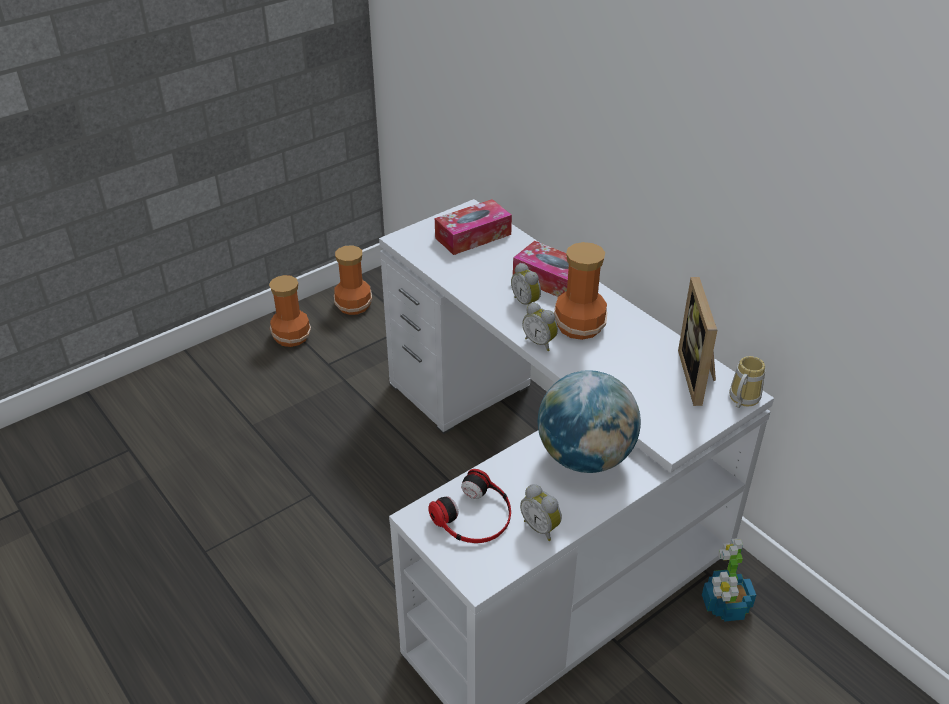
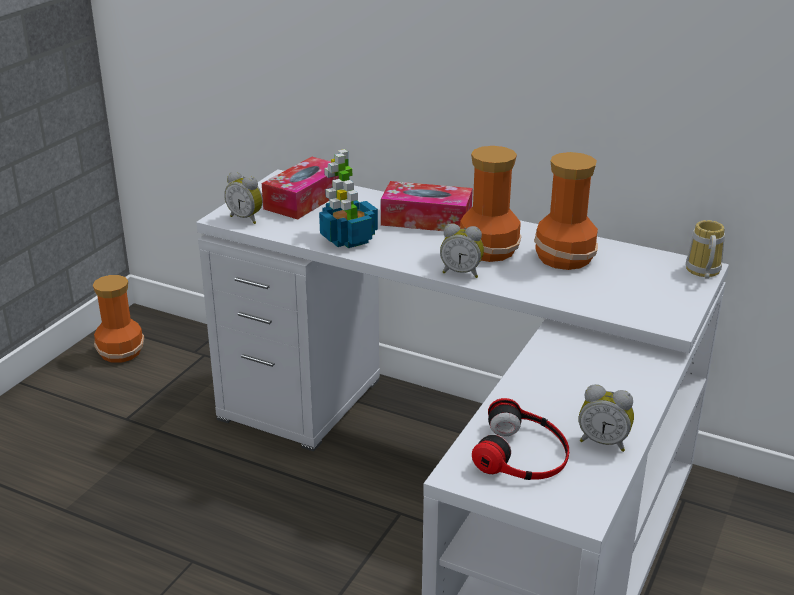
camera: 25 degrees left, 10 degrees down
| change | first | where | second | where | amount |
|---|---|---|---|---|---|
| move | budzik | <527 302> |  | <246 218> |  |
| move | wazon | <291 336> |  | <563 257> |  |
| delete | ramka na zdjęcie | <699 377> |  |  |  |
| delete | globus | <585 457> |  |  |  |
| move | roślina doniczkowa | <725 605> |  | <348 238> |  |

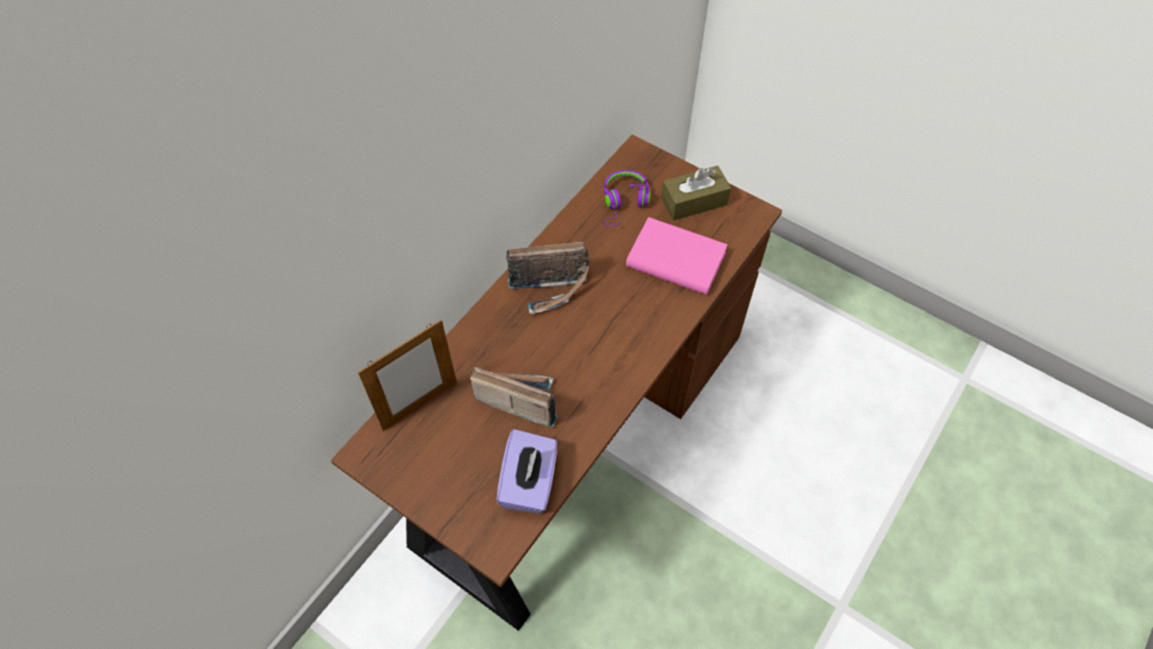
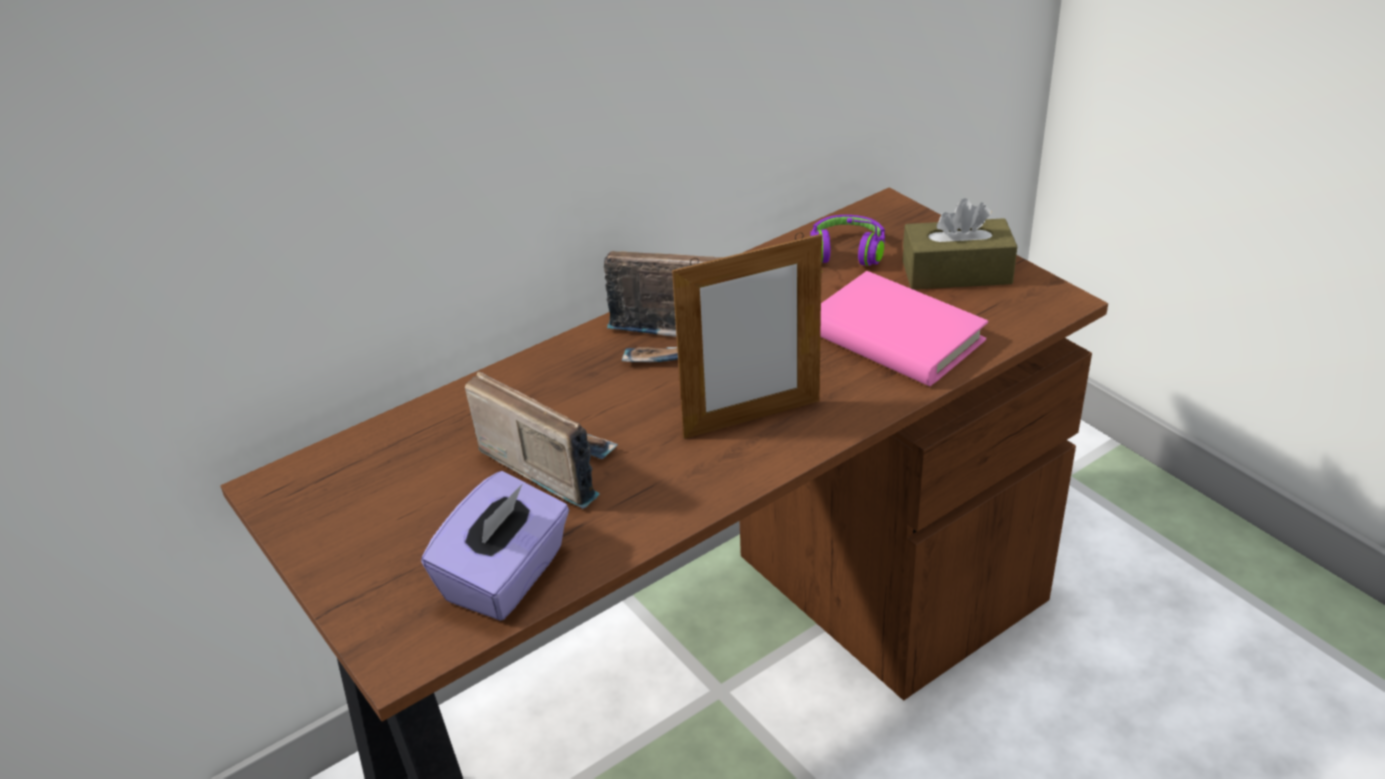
camera: 20 degrees right, 20 degrees down
| change | first | where | second | where | amount |
|---|---|---|---|---|---|
| move | ramka na zdjęcie | <420 405> |  | <752 418> |  |

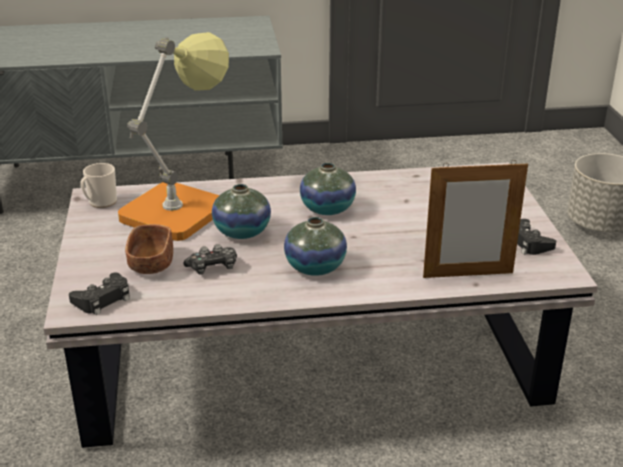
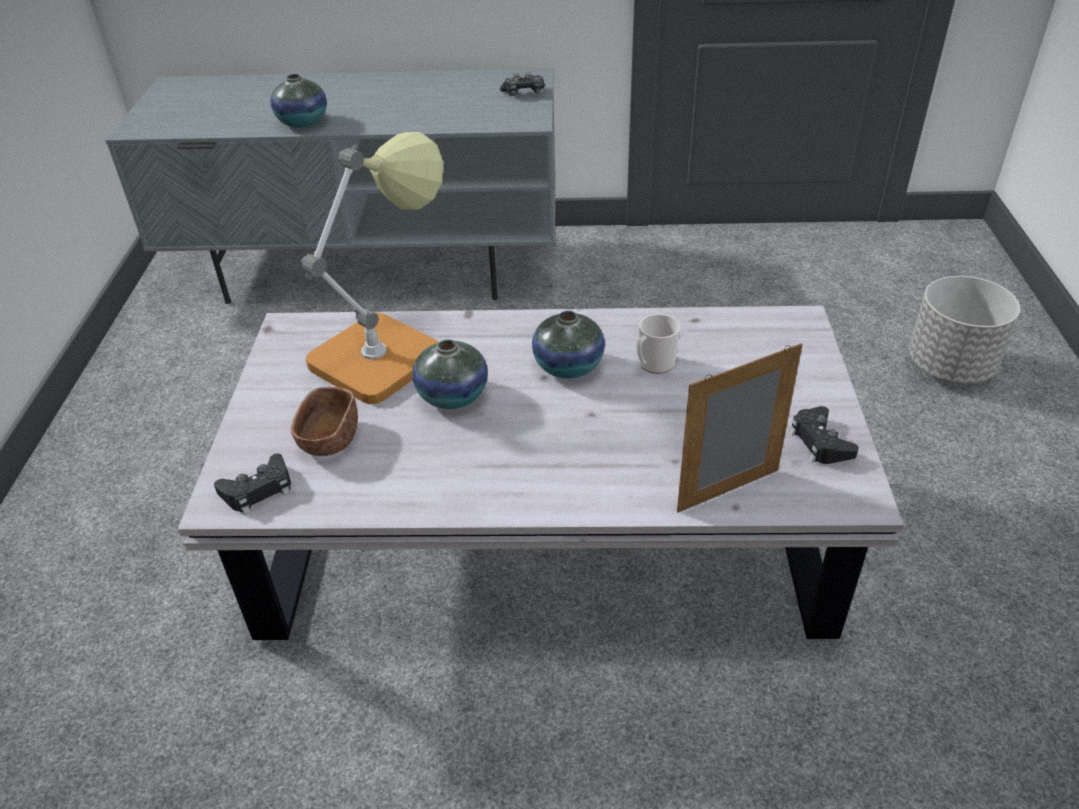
camera: 10 degrees right, 10 degrees up
| change | first | where | second | where | amount |
|---|---|---|---|---|---|
| rotate | ramka na zdjęcie | <468 275> |  | <728 490> | 150 degrees clockwise |
| move | kubek | <100 202> |  | <653 365> |  |
| move | wazon | <315 267> |  | <303 122> |  |
| move | pad do gier | <213 267> |  | <523 93> |  |

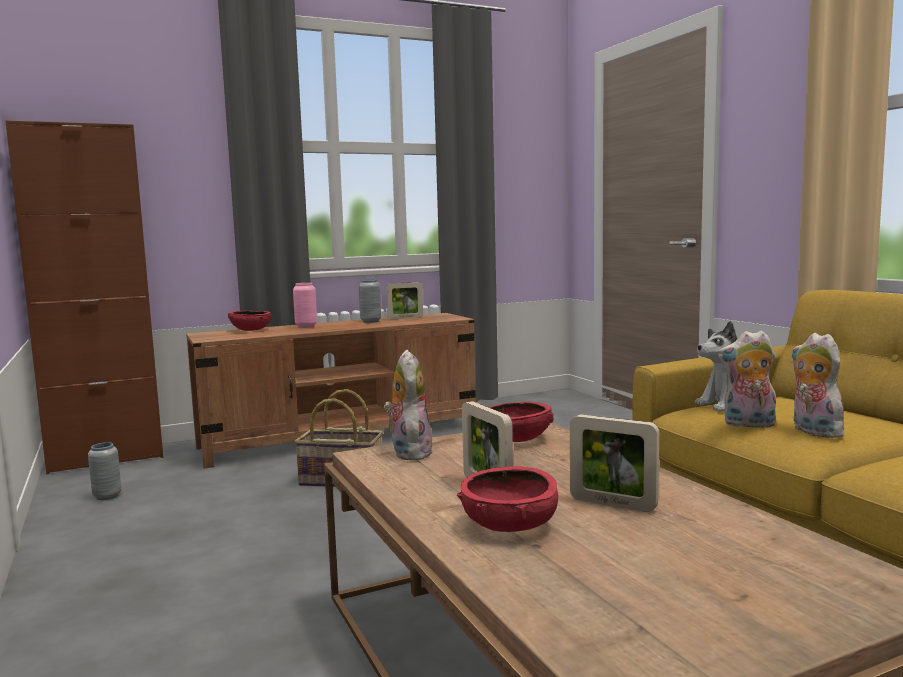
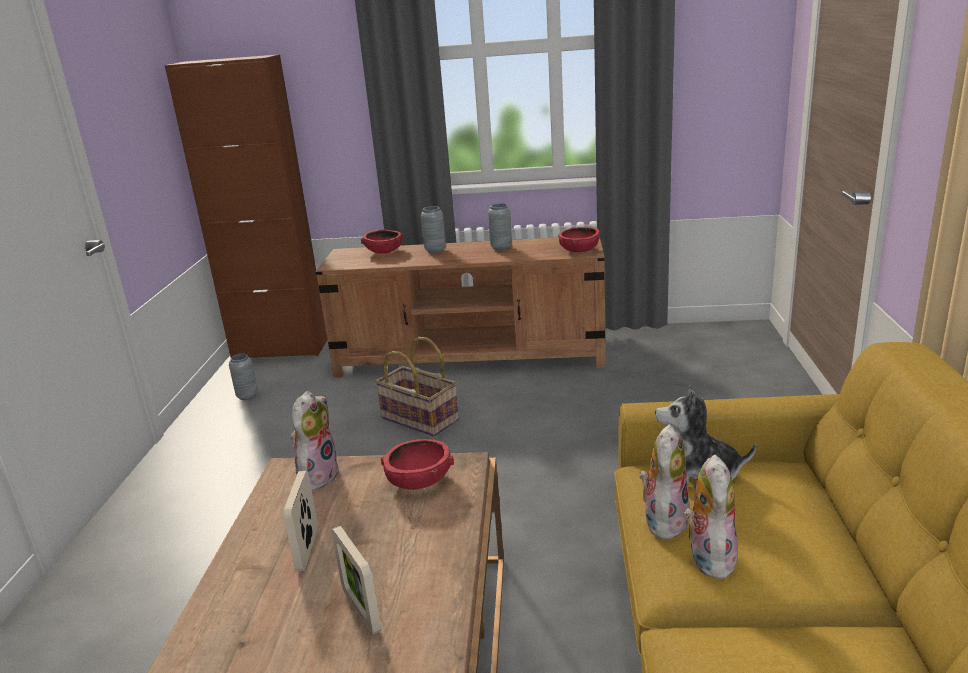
camera: 30 degrees right, 15 degrees up
| change | first | where | second | where | amount |
|---|---|---|---|---|---|
| delete | ramka na zdjęcie | <405 318> |  |  |  |
| recolor | wazon [różowy] | <306 326> | wazon [szary] | <435 250> |  |
| rotate | pluszak | <748 425> |  | <663 520> | 75 degrees clockwise |
| move | miska [czerwony] | <509 525> |  | <579 250> |  |

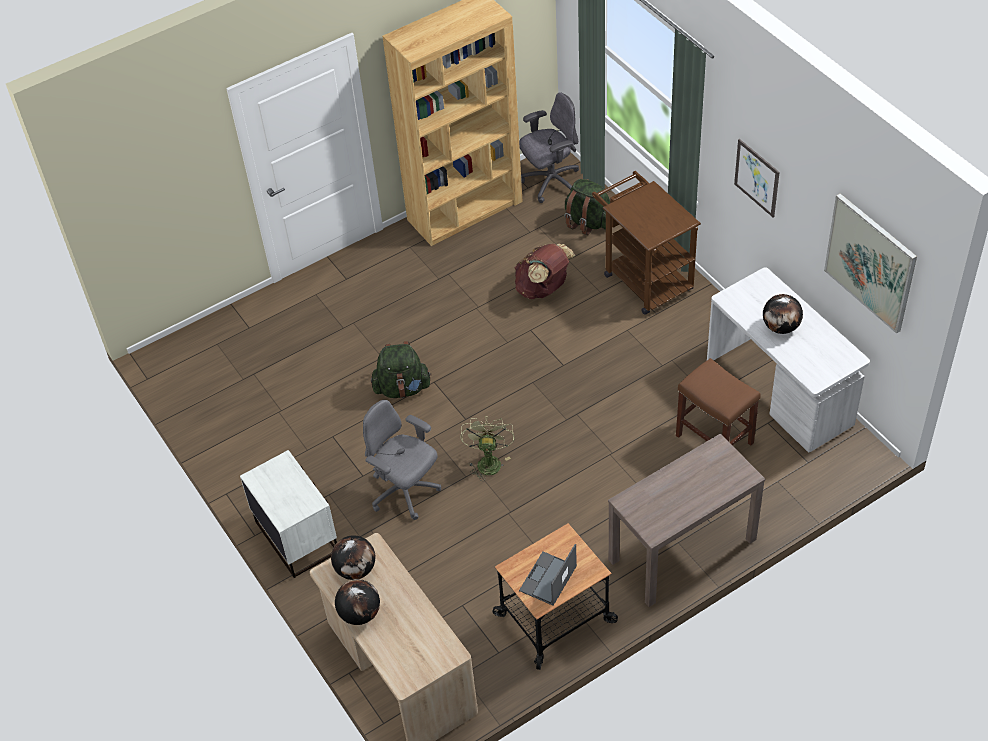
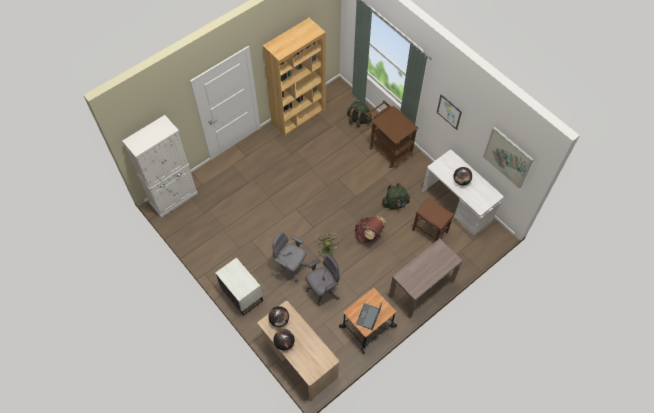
camera: 10 degrees left, 10 degrees up
| change | first | where | second | where | amount |
|---|---|---|---|---|---|
| move | krzesło biurowe [szary] | <550 182> |  | <323 290> |  |
| move | plecak [brązowy] | <543 289> |  | <369 235> |  |
| move | plecak [zielony] | <402 388> |  | <395 203> |  |
| insert |  |  | szafka [biały] | <174 198> |  |

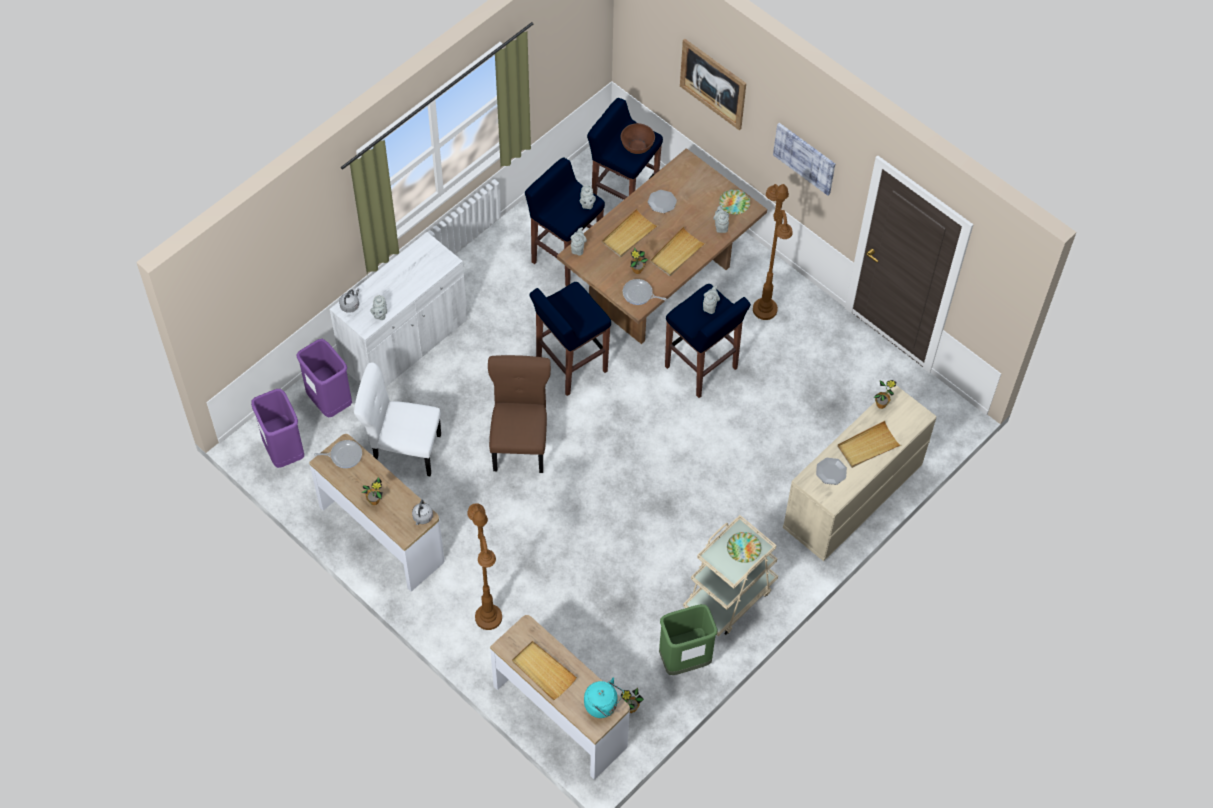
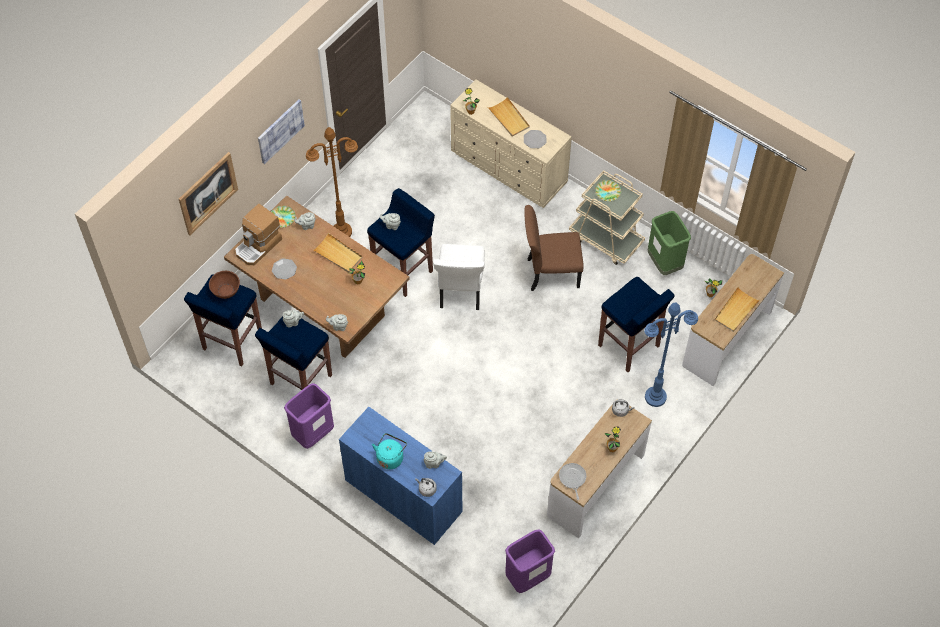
camera: 95 degrees left, 0 degrees up
| change | first | where | second | where | amount |
|---|---|---|---|---|---|
| delete | taca [beżowy] | <629 235> |  |  |  |
| recolor | szafka [biały] | <404 344> | szafka [niebieski] | <403 496> |  |
| delete | patelnia | <639 294> |  |  |  |
| move | stołek [niebieski] | <570 366> |  | <629 346> |  |
| move | kosz na śmieci [fioletowy] | <330 402> |  | <313 434> |  |
| move | krzesło [brązowy] | <520 443> |  | <550 273> |  |
| move | krzesło [biały] | <403 449> |  | <460 290> |  |
| recolor | lampa stojąca [brązowy] | <488 618> | lampa stojąca [niebieski] | <655 397> |  |
| move | czajnik [turkusowy] | <603 705> |  | <390 457> |  |
| insert |  |  | ekspres do kawy | <258 246> |  |

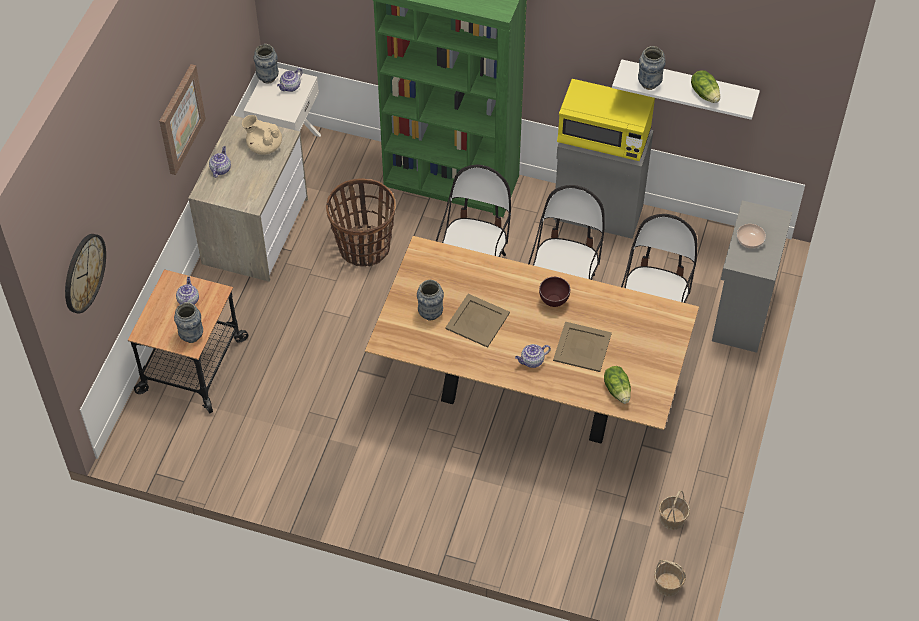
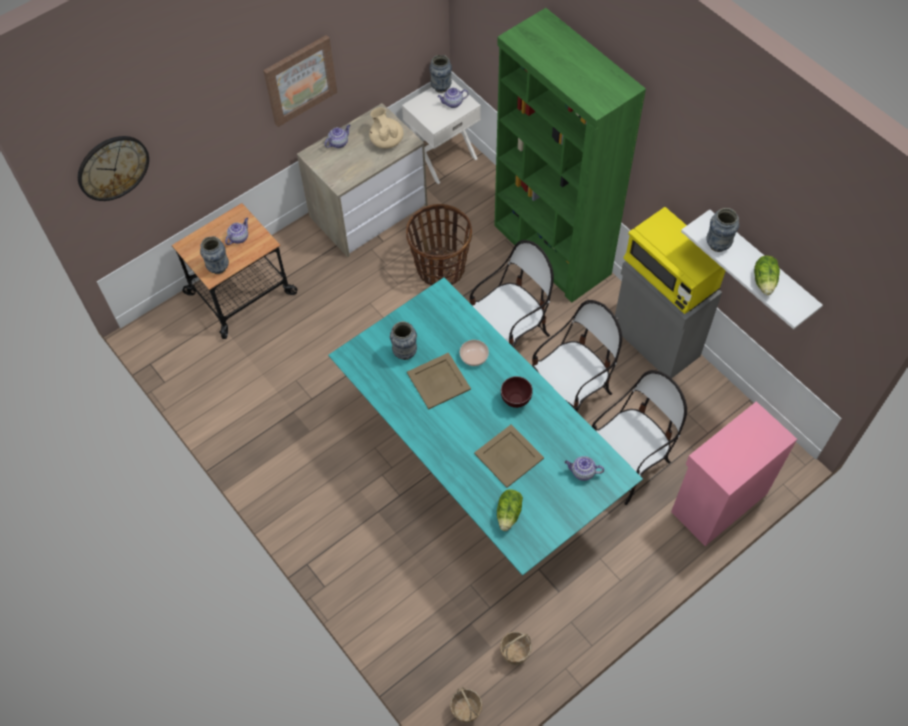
camera: 35 degrees right, 5 degrees up
| change | first | where | second | where | amount |
|---|---|---|---|---|---|
| recolor | szafka [szary] | <741 313> | szafka [różowy] | <717 502> |  |
| move | miska | <750 240> |  | <474 357> |  |
| recolor | stół jadalny [brązowy] | <529 392> | stół jadalny [turkusowy] | <479 465> |  |
| move | imbryk | <532 361> |  | <582 472> |  |

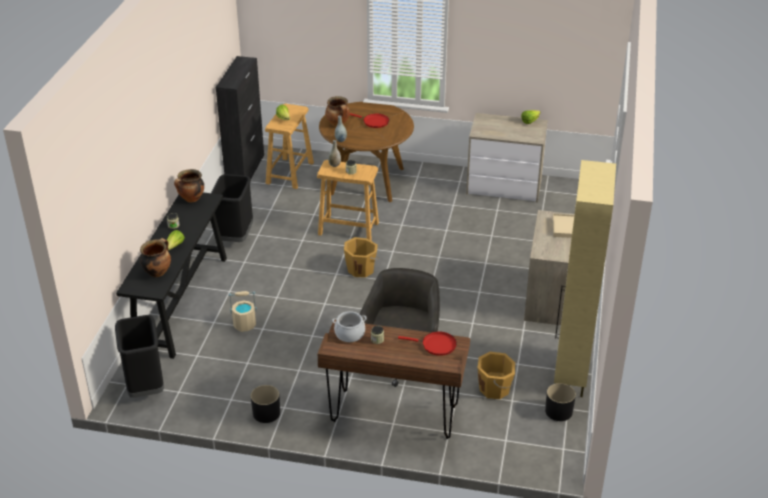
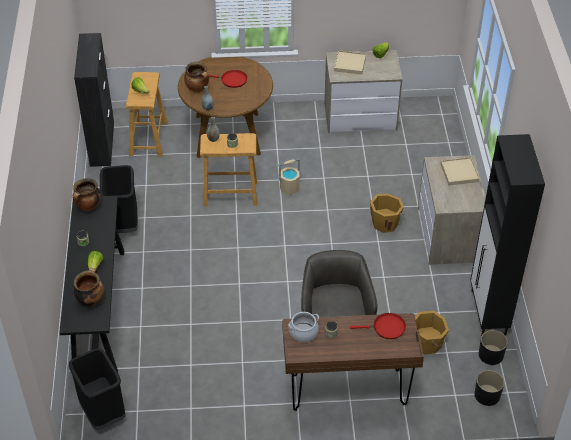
camera: 15 degrees left, 10 degrees up
| change | first | where | second | where | amount |
|---|---|---|---|---|---|
| recolor | szafka [beżowy] | <570 374> | szafka [czarny] | <488 313> |  |
| move | wiadro [pomarańczowy] | <361 269> |  | <385 223> |  |
| move | wiadro [beżowy] | <245 324> |  | <289 188> |  |
| move | donica [czarny] | <266 413> |  | <487 395> |  |
| insert |  |  | taca [beżowy] | <350 64> |  |

